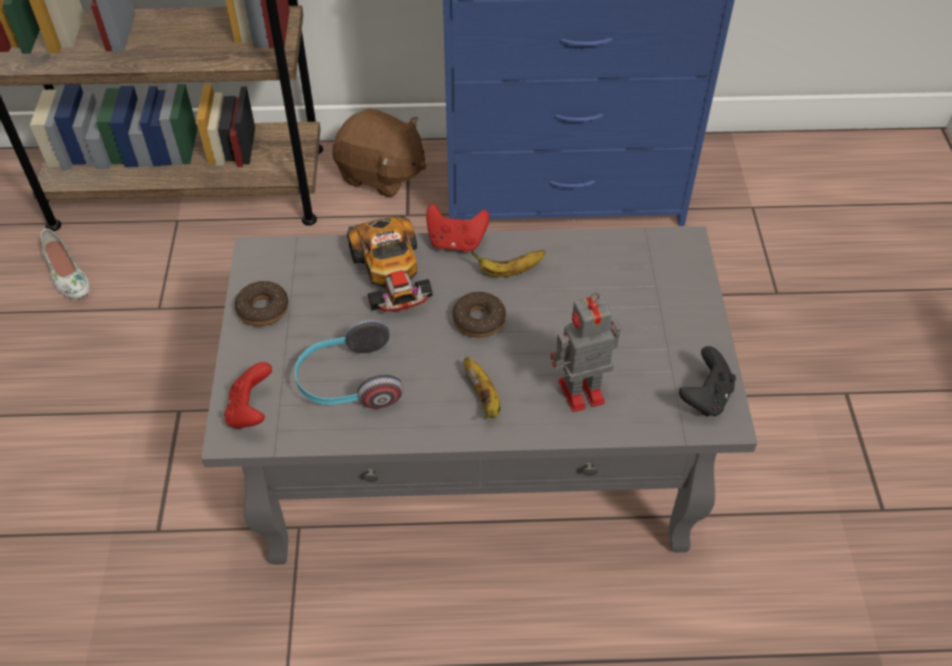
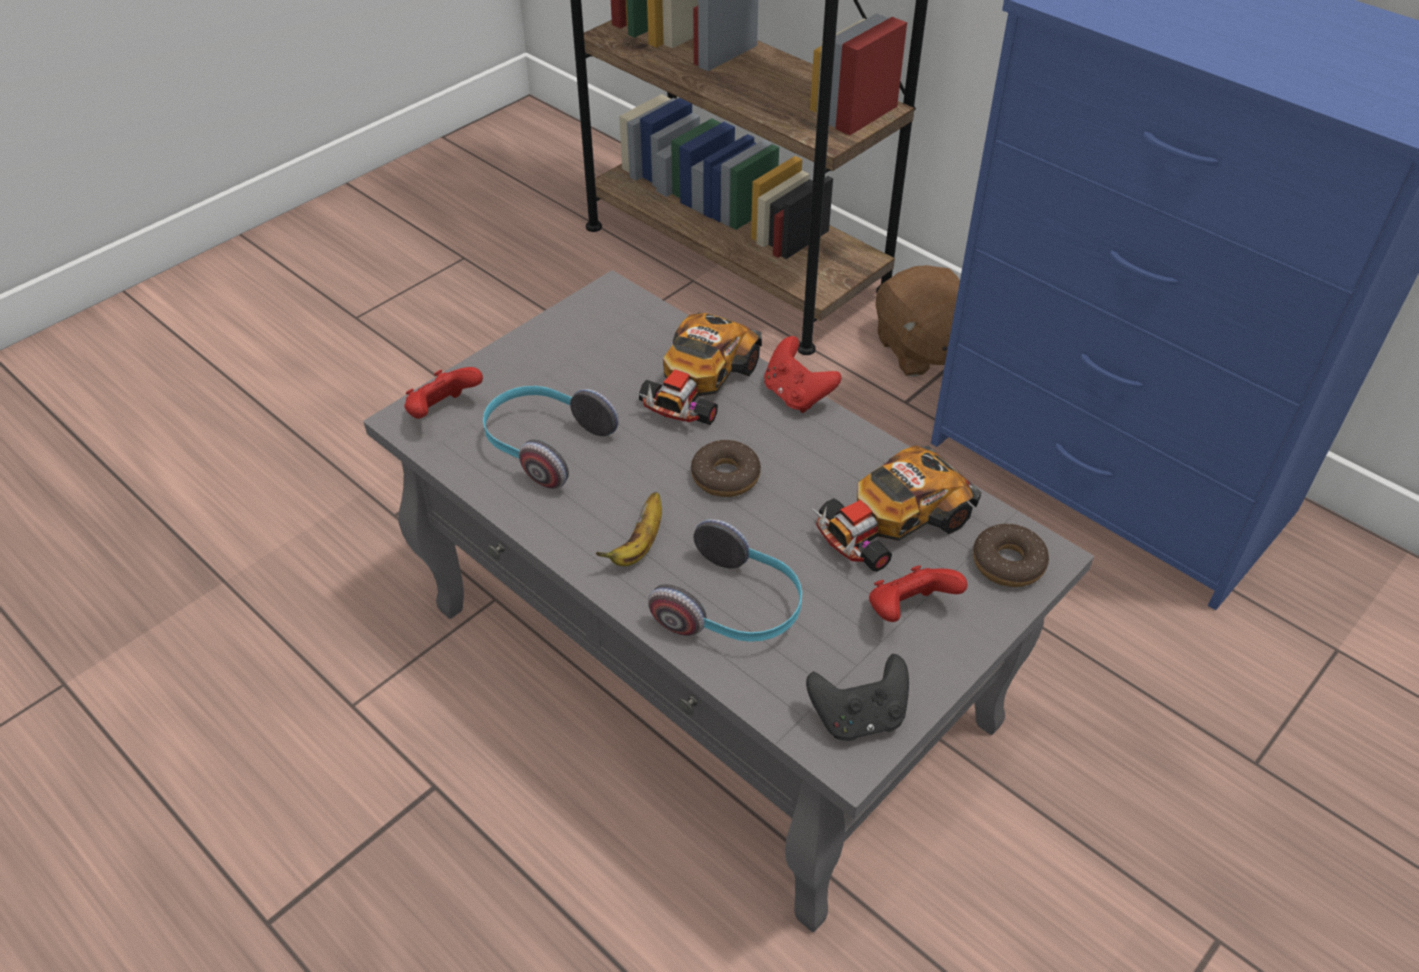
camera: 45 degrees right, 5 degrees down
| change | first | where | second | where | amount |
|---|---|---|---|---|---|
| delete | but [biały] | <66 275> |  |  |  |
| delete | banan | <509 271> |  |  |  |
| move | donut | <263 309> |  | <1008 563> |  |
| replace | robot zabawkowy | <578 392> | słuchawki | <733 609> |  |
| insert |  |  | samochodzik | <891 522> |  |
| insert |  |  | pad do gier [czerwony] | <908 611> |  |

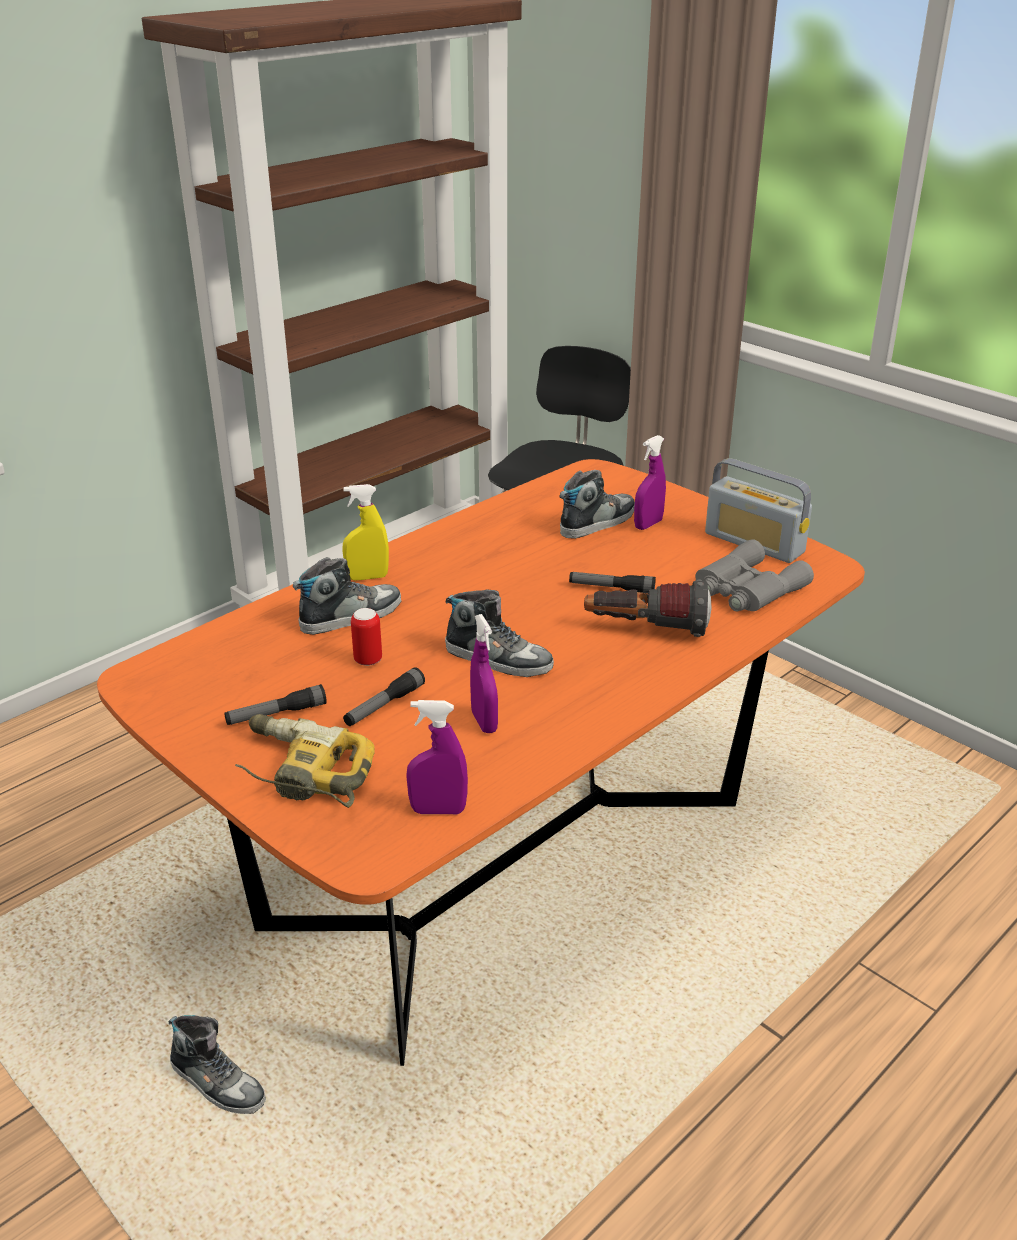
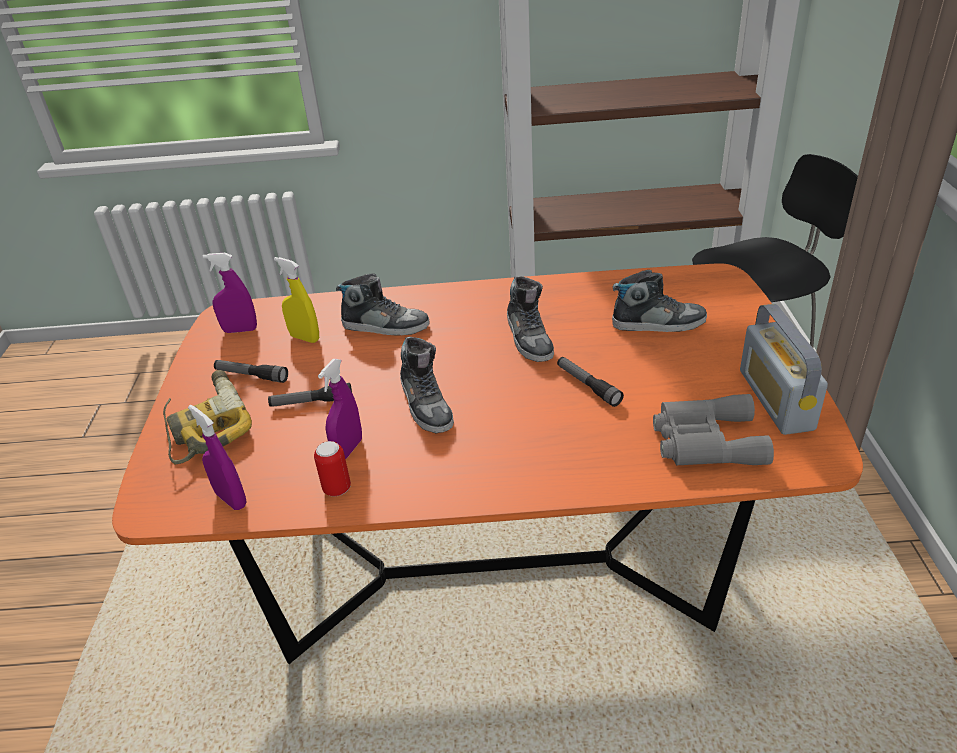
camera: 45 degrees right, 5 degrees up
| change | first | where | second | where | amount |
|---|---|---|---|---|---|
| move | spryskiwacz [fioletowy] | <648 524> |  | <240 330> |  |
| move | spryskiwacz [żółty] | <367 577> |  | <305 338> |  |
| delete | latarka | <645 630> |  |  |  |
| move | puszka | <368 660> |  | <337 489> |  |
| move | but | <218 1083> |  | <529 338> |  |

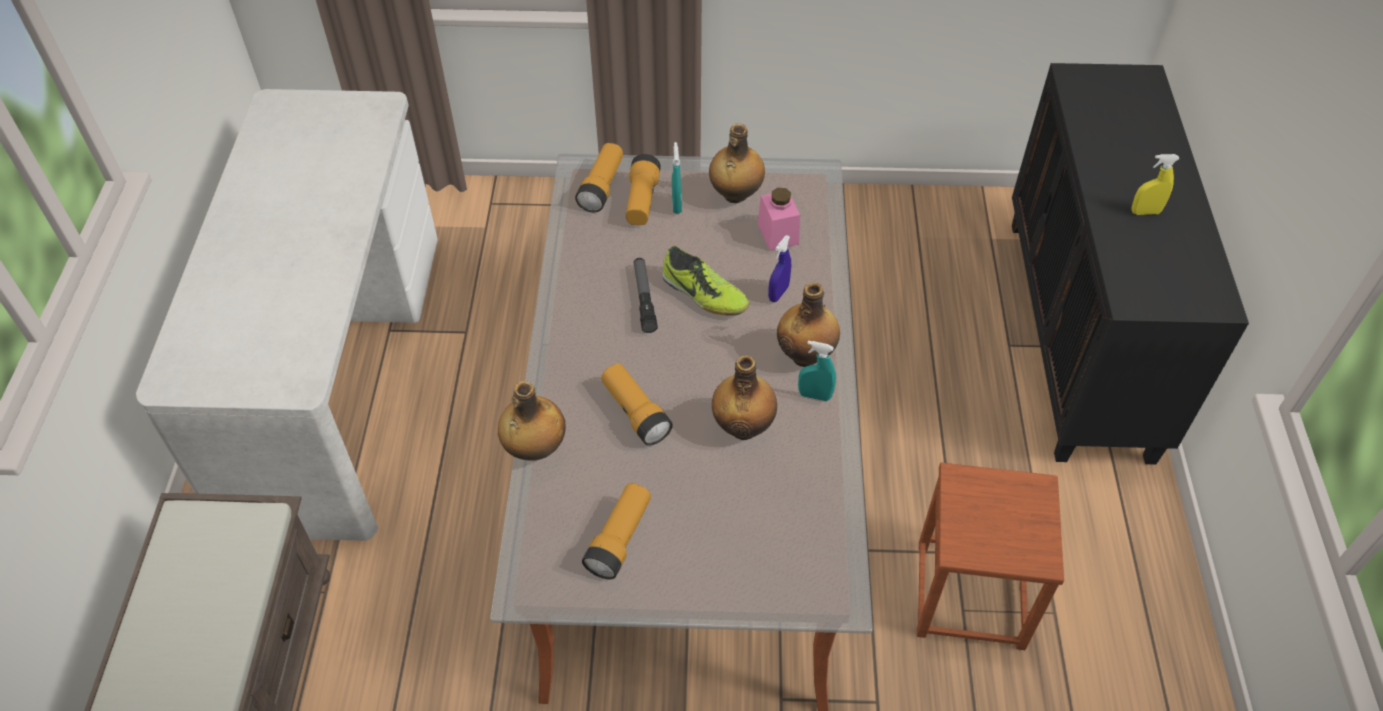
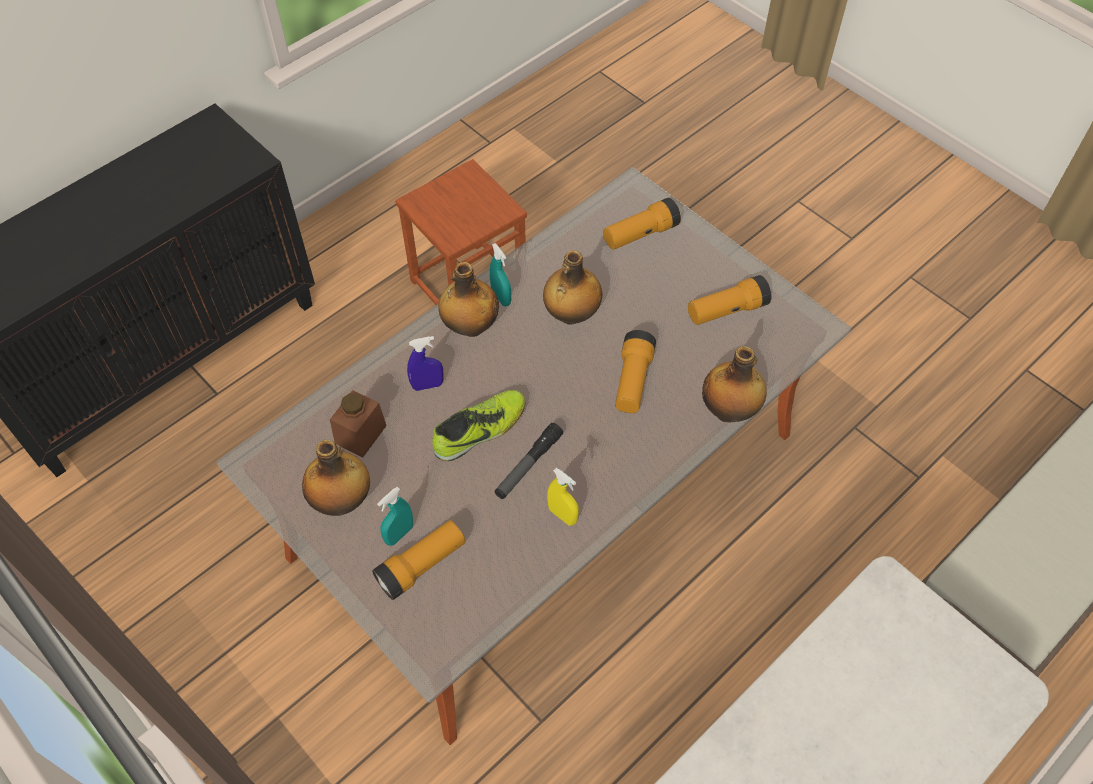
camera: 135 degrees left, 5 degrees up
| change | first | where | second | where | amount |
|---|---|---|---|---|---|
| move | latarka | <602 187> |  | <640 234> |  |
| move | spryskiwacz [żółty] | <1145 212> |  | <562 515> |  |
| recolor | słoik [różowy] | <778 234> | słoik [brązowy] | <360 434> |  |
| rotate | but | <704 294> |  | <480 430> | 60 degrees clockwise |

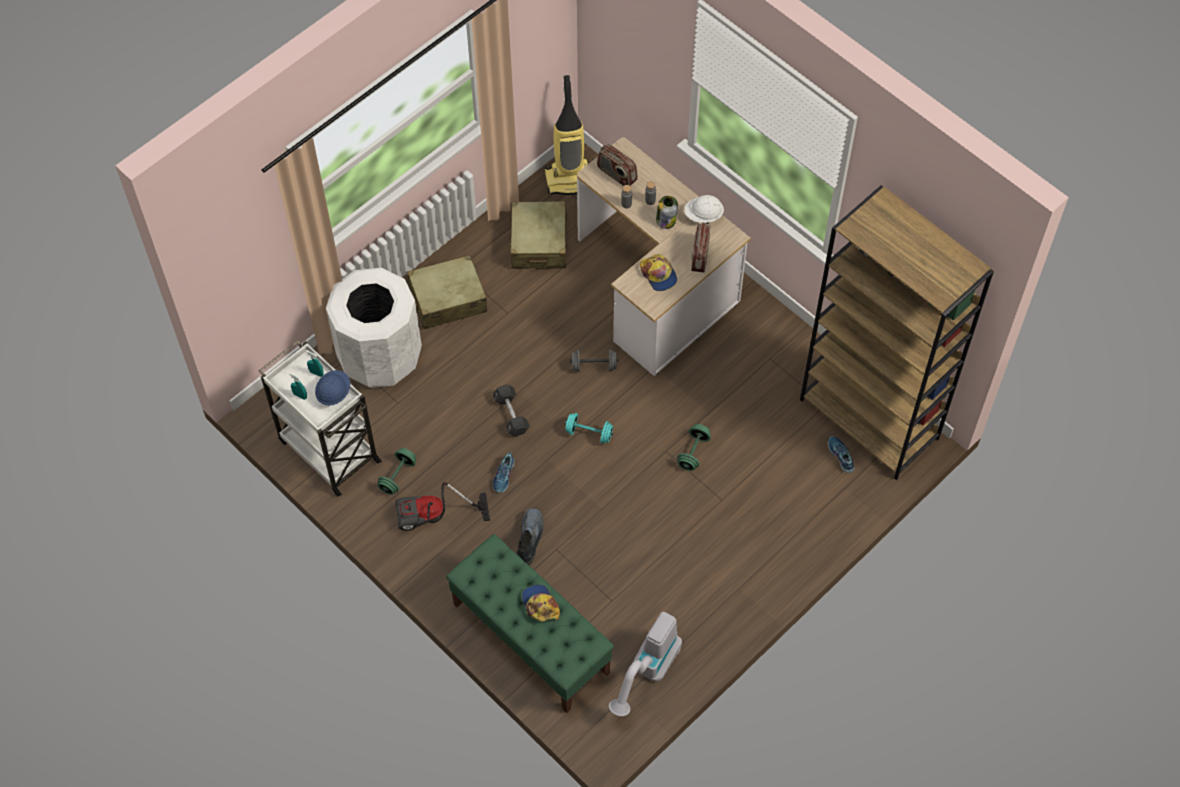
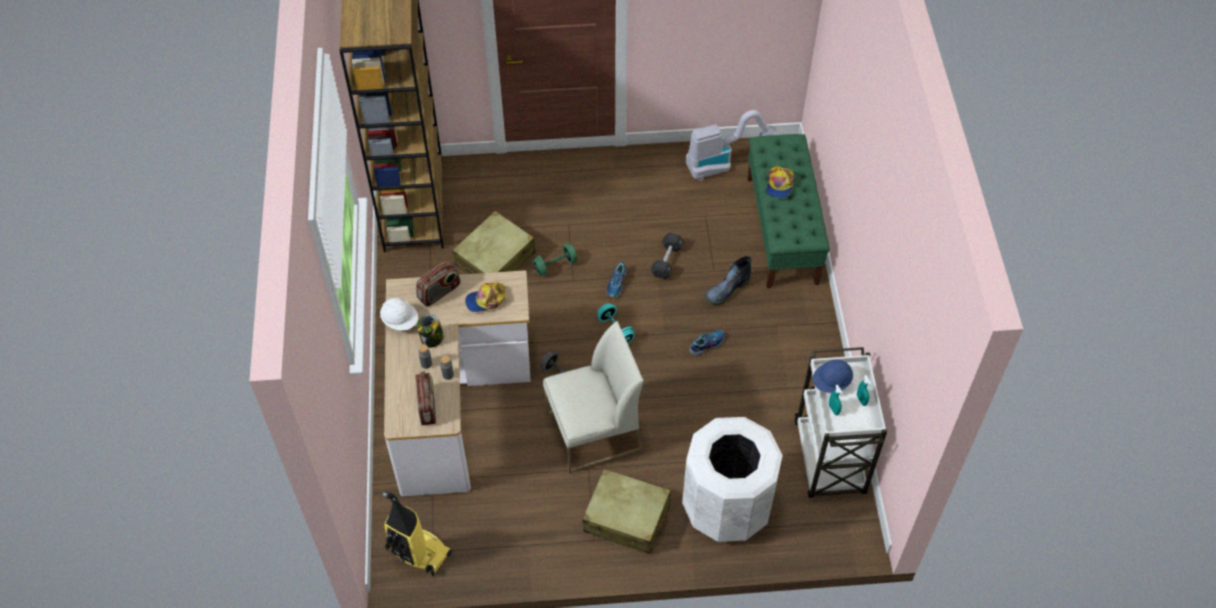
camera: 140 degrees left, 5 degrees down
| change | first | where | second | where | amount |
|---|---|---|---|---|---|
| move | walizka [beżowy] | <539 243> |  | <495 259> |  |
| rotate | czapka z daszkiem | <658 275> |  | <486 300> | 120 degrees counterclockwise |
| move | hantel [czarny] | <511 415> |  | <666 261> |  |
| move | but | <840 456> |  | <617 283> |  |
| delete | hantel [zielony] | <397 476> |  |  |  |
| delete | odkurzacz | <434 517> |  |  |  |
| insert |  |  | krzesło [biały] | <593 432> |  |

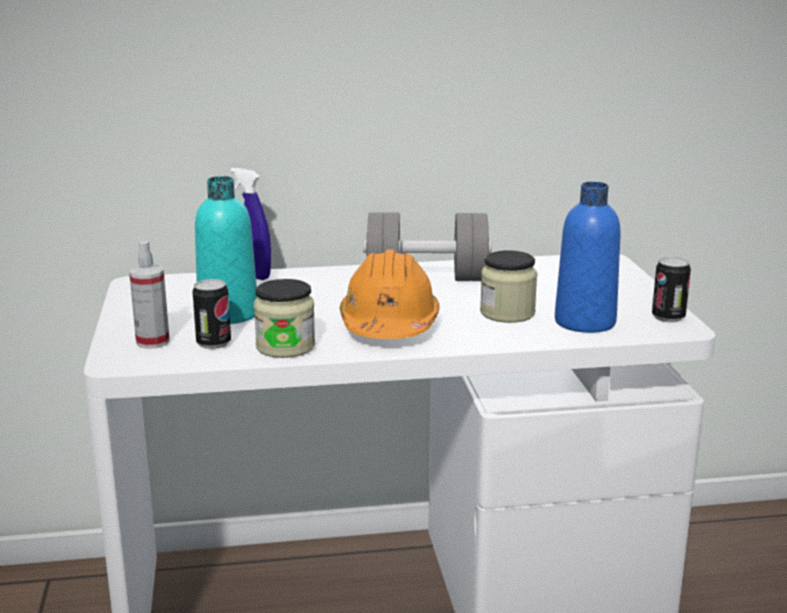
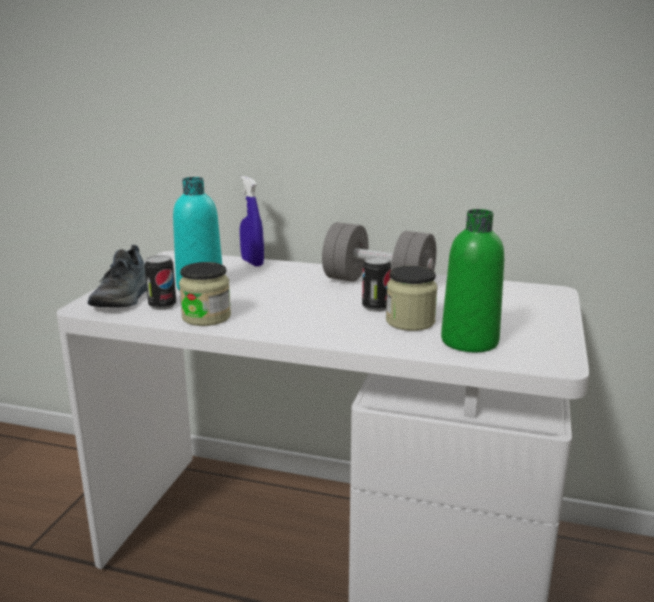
camera: 25 degrees right, 0 degrees up
| change | first | where | second | where | amount |
|---|---|---|---|---|---|
| recolor | butelka [niebieski] | <585 322> | butelka [zielony] | <469 341> |  |
| replace | spryskiwacz | <152 342> | but | <126 297> |  |
| delete | kask [pomarańczowy] | <389 325> |  |  |  |
| move | puszka | <668 317> |  | <375 307> |  |

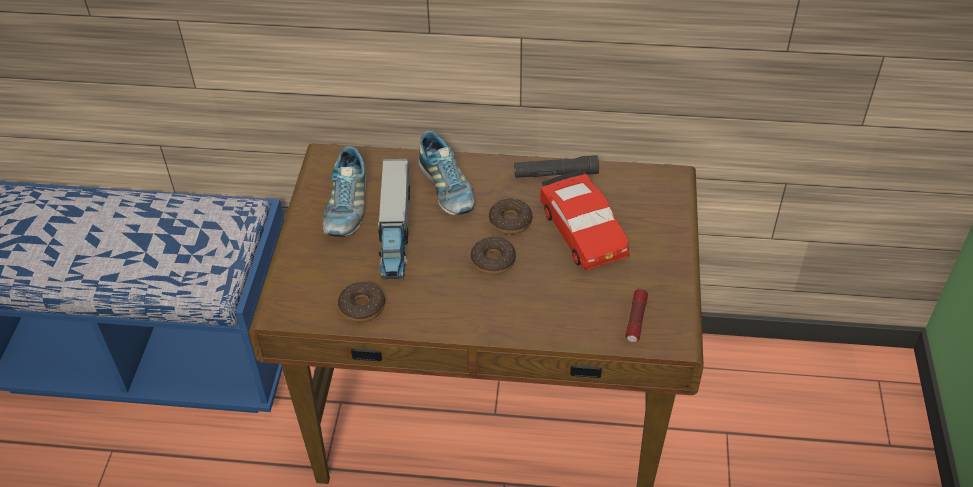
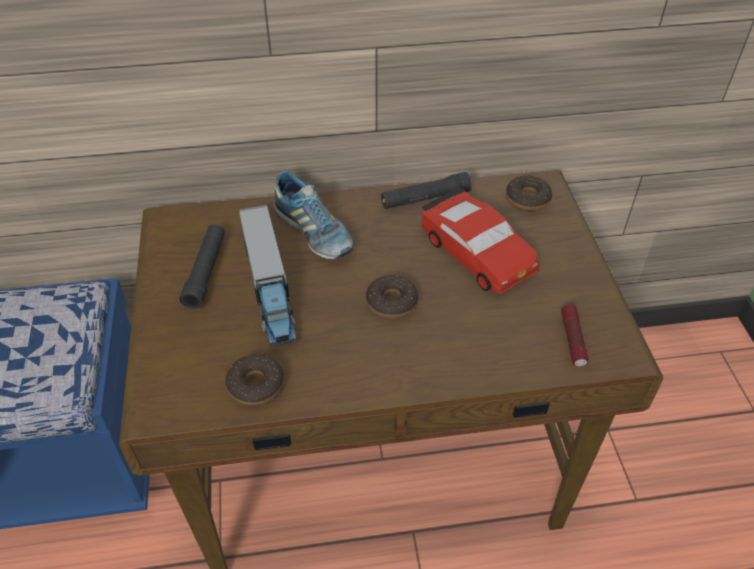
camera: 15 degrees left, 0 degrees up
| change | first | where | second | where | amount |
|---|---|---|---|---|---|
| replace | but | <346 208> | latarka [czarny] | <206 272> |  |
| move | donut | <510 221> |  | <527 199> |  |

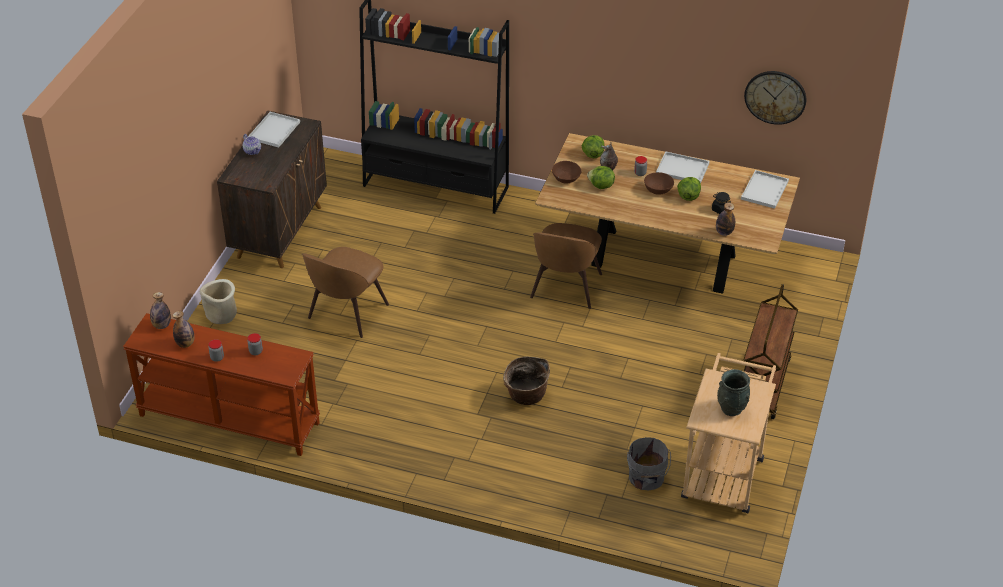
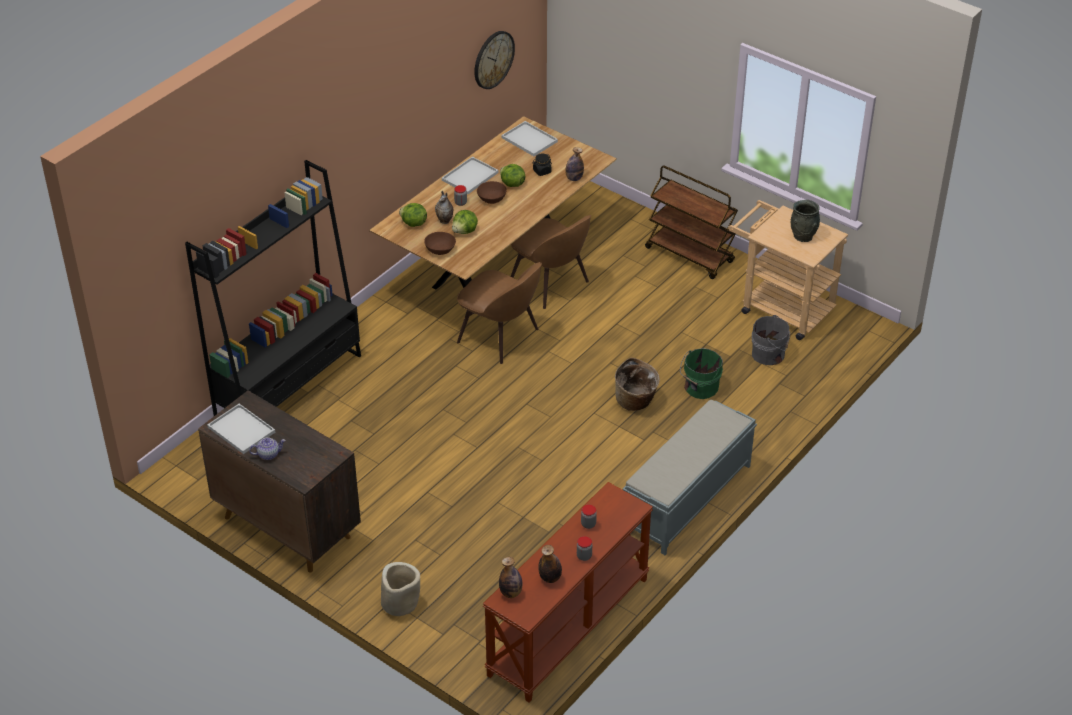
camera: 70 degrees left, 0 degrees up
| change | first | where | second | where | amount |
|---|---|---|---|---|---|
| move | krzesło [brązowy] | <346 313> |  | <551 284> |  |
| insert |  |  | wiadro [zielony] | <700 388> |  |
| insert |  |  | ławka [szary] | <686 499> |  |

